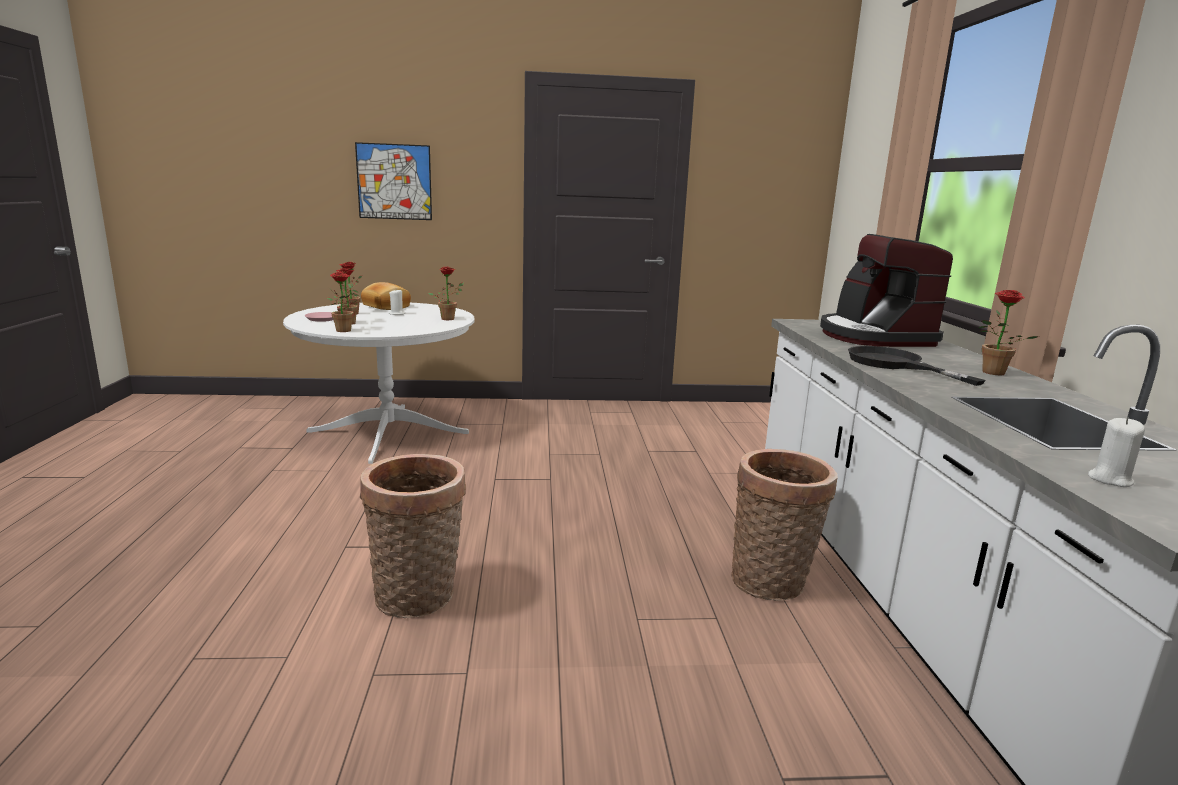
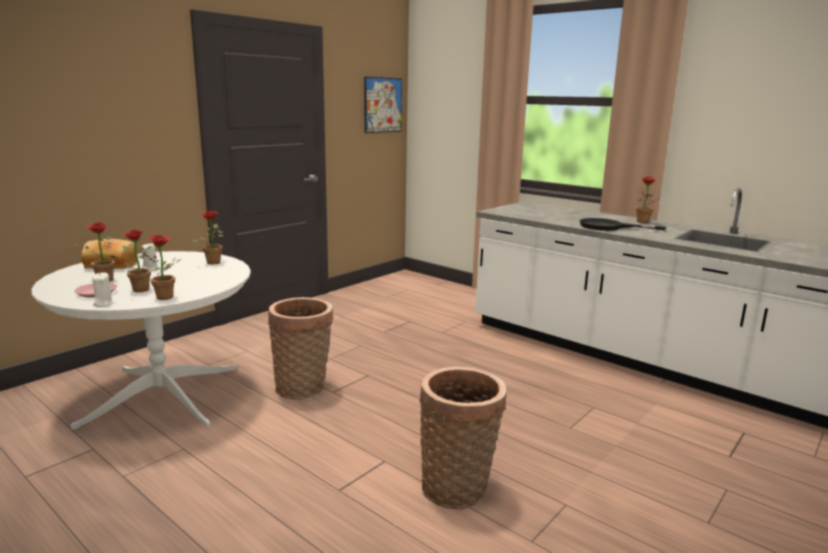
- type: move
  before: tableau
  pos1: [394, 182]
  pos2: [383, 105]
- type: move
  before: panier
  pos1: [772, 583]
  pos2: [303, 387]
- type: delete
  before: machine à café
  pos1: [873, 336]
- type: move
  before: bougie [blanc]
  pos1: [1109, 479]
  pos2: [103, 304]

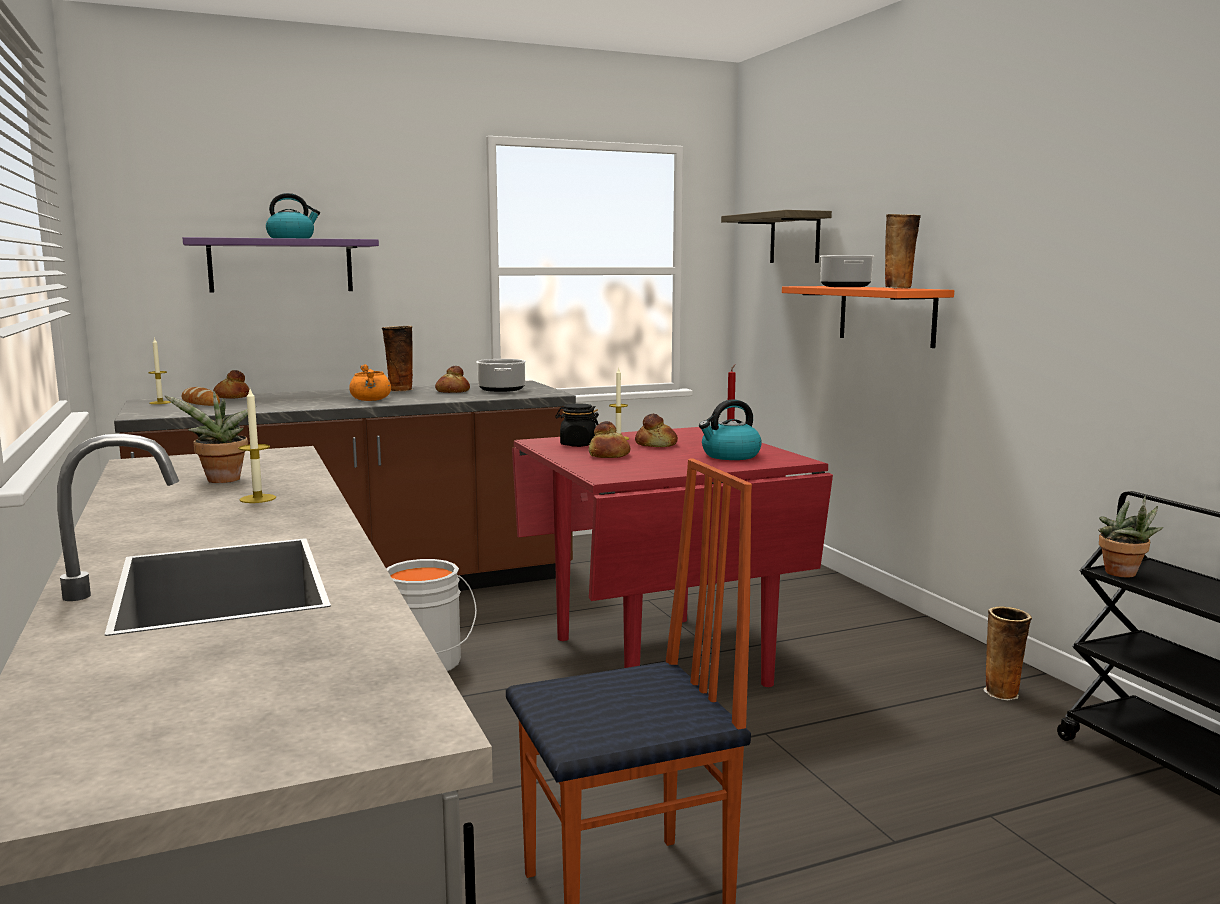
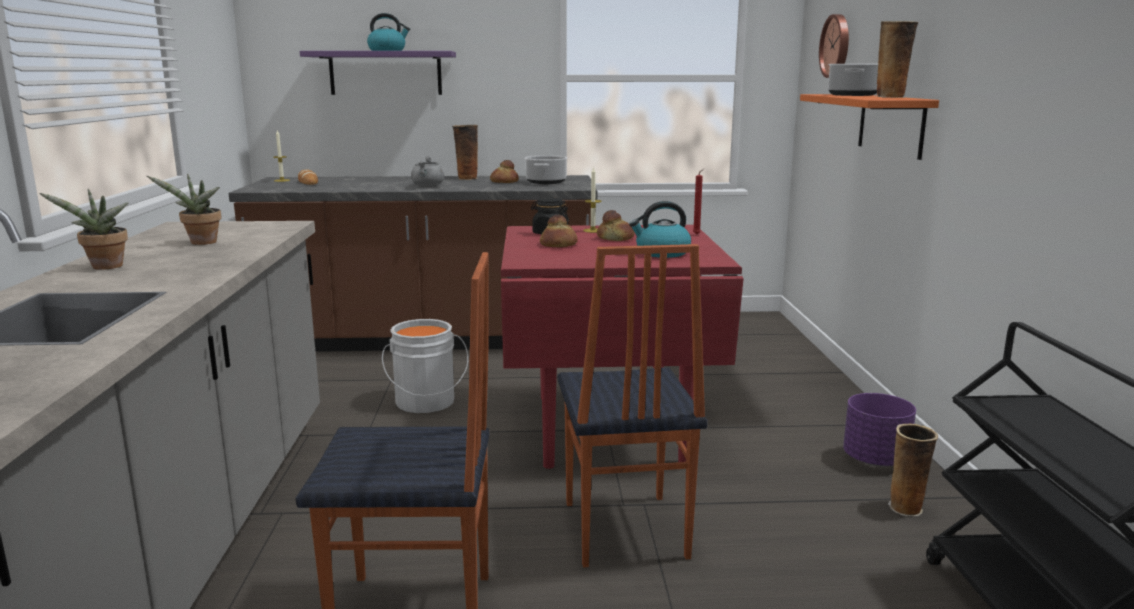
- type: delete
  before: pain
  pos1: [231, 397]
- type: delete
  before: bougie
  pos1: [258, 499]
- type: recolor
  before: marmite [orange]
  after: marmite [gris]
  pos1: [371, 400]
  pos2: [428, 186]
- type: replace
  before: étagère
  after: horloge murale
  pos1: [795, 238]
  pos2: [837, 46]
- type: move
  before: plante en pot
  pos1: [1124, 574]
  pos2: [104, 267]
- type: insert
  after: chaise
  pos2: [622, 530]
- type: insert
  after: cache-pot [violet]
  pos2: [874, 460]

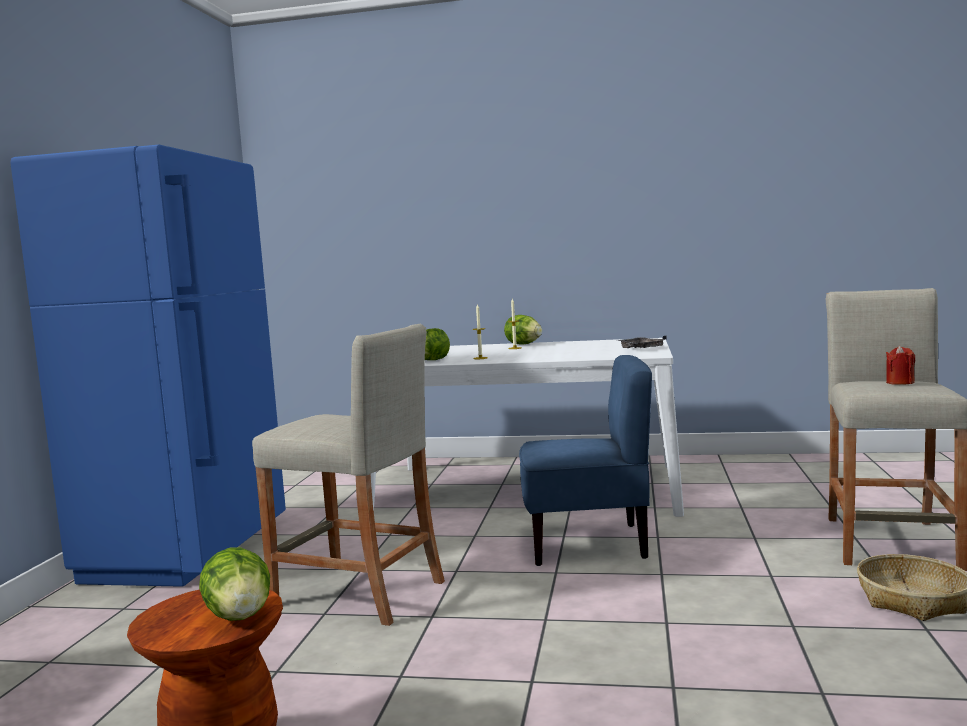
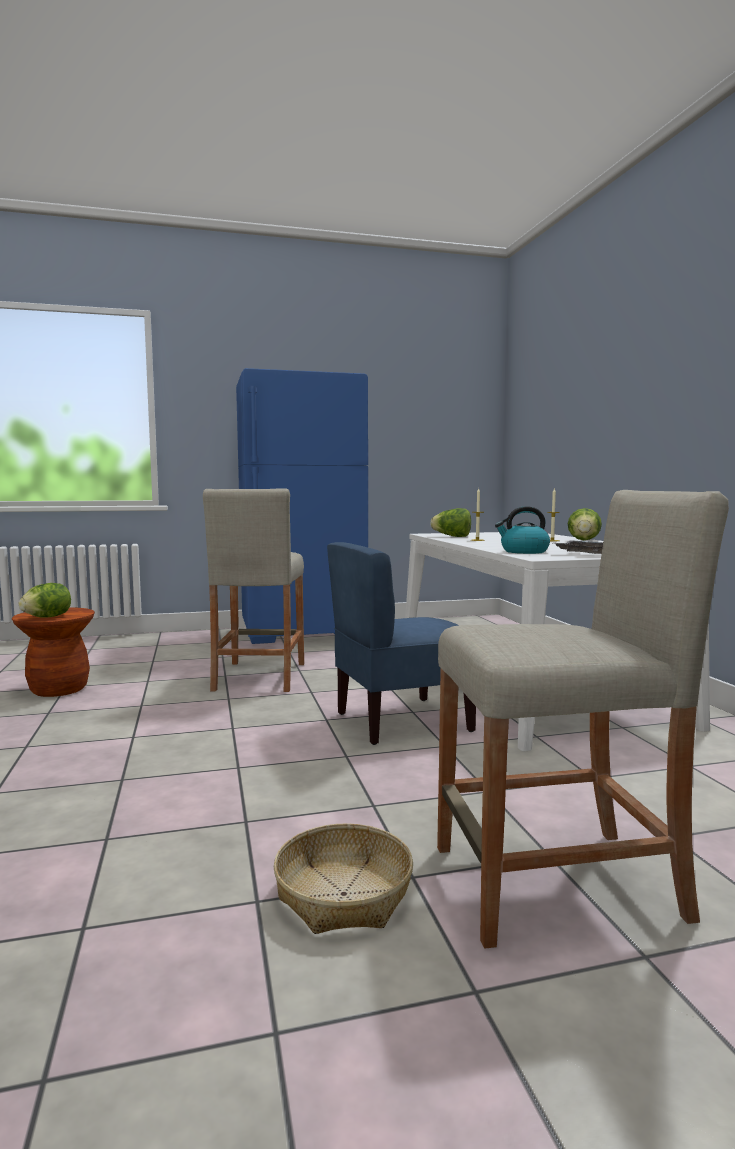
- type: rotate
  before: chaise [bleu]
  pos1: [587, 543]
  pos2: [402, 721]
  turn: 90
- type: delete
  before: bougie [rouge]
  pos1: [900, 382]
- type: insert
  after: bouilloire
  pos2: [523, 551]

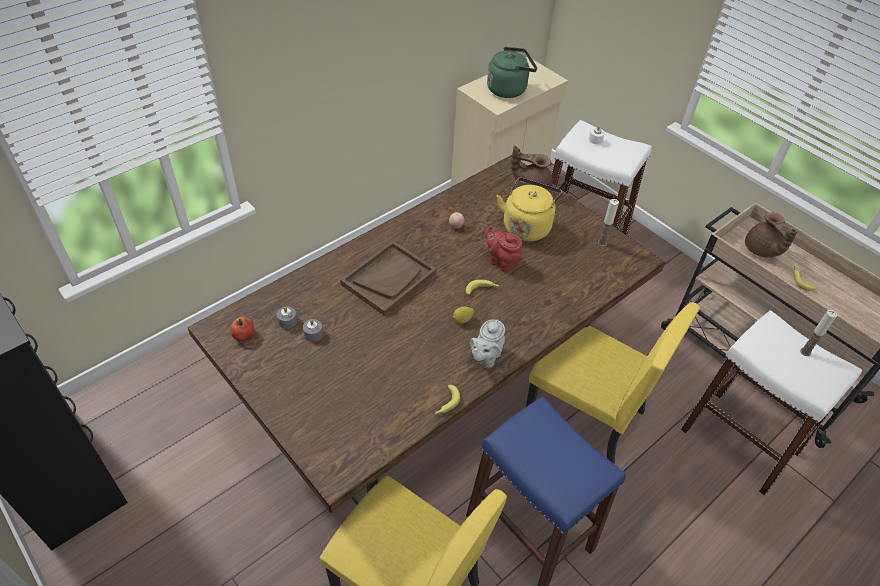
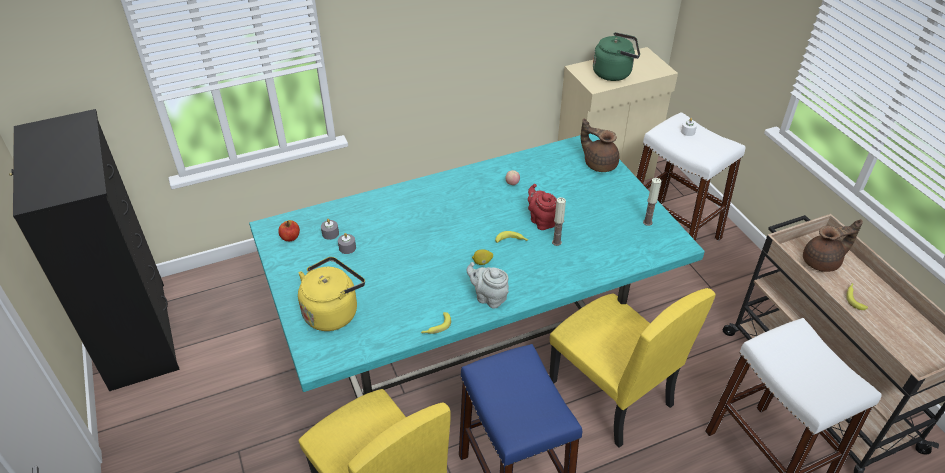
- type: recolor
  before: table à manger [marron]
  after: table à manger [turquoise]
  pos1: [434, 389]
  pos2: [473, 338]
- type: delete
  before: plateau [marron]
  pos1: [389, 279]
- type: rotate
  before: théière [gris]
  pos1: [485, 358]
  pos2: [489, 298]
  turn: 75
- type: move
  before: bouilloire [jaune]
  pos1: [527, 226]
  pos2: [333, 311]
- type: rotate
  before: théière [marron]
  pos1: [761, 250]
  pos2: [822, 262]
  turn: -105
- type: move
  before: bougie
  pos1: [805, 352]
  pos2: [556, 242]

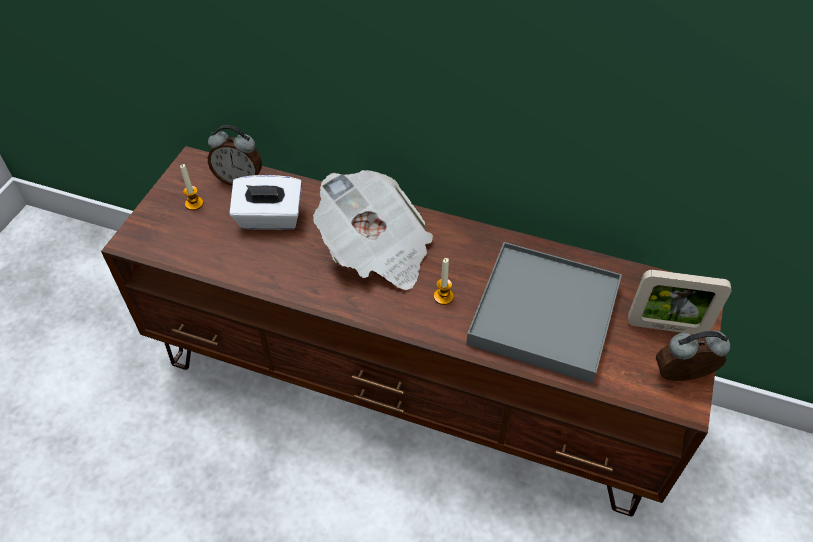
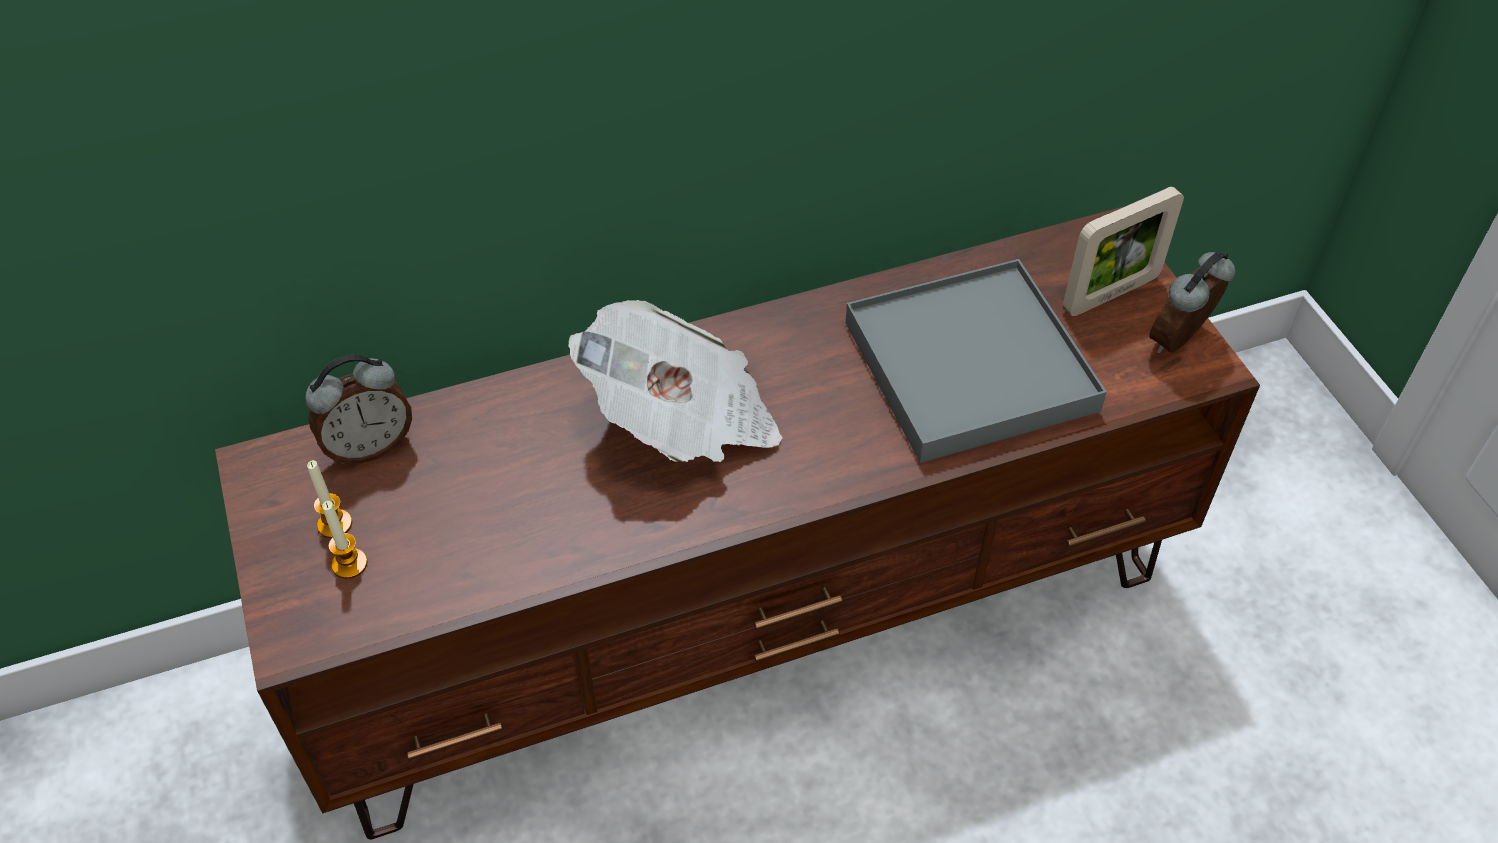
- type: delete
  before: boîte à mouchoirs [blanc]
  pos1: [270, 218]
- type: move
  before: bougie
  pos1: [443, 296]
  pos2: [349, 564]

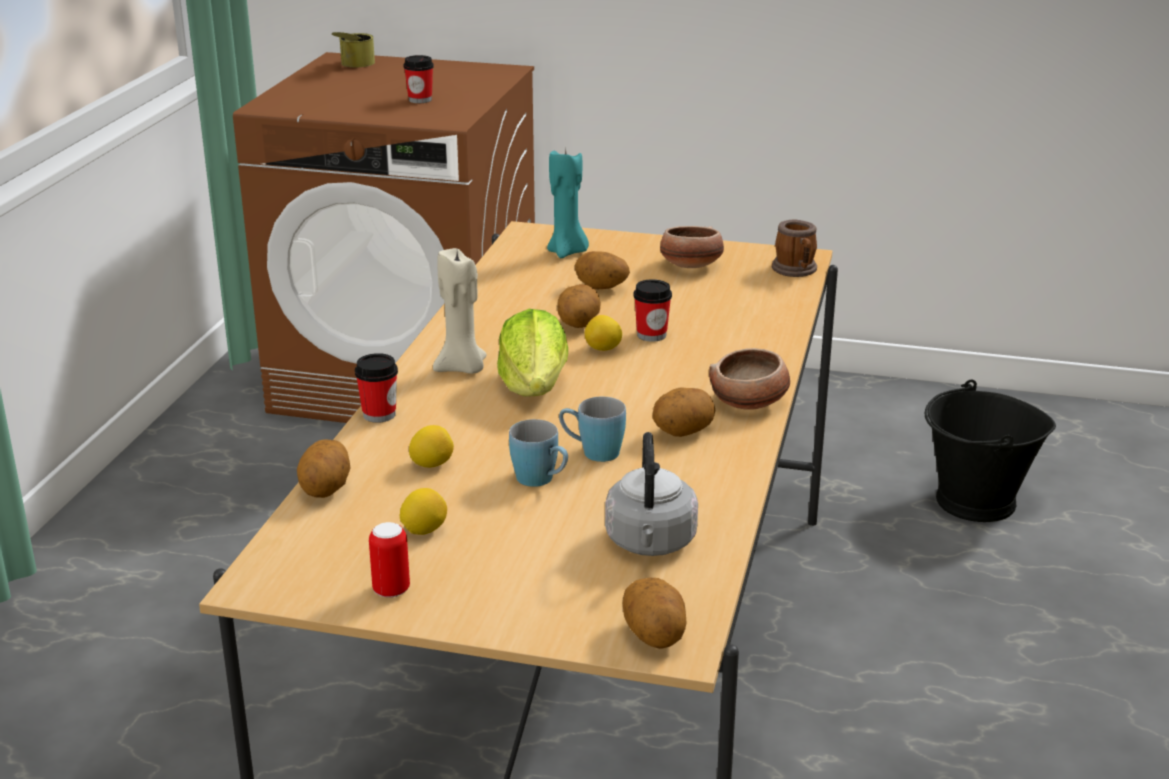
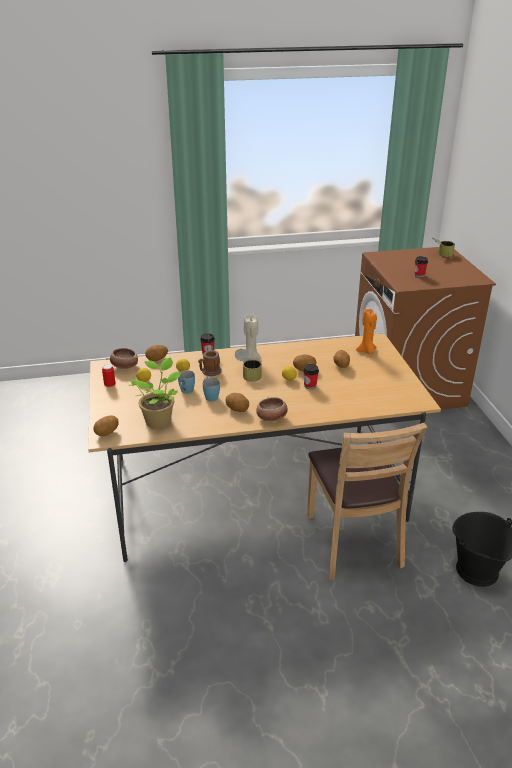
- type: replace
  before: laitue
  after: boîte métallique
  pos1: [534, 387]
  pos2: [248, 374]
- type: recolor
  before: bougie [turquoise]
  after: bougie [orange]
  pos1: [567, 252]
  pos2: [366, 351]
- type: replace
  before: bouilloire [gris]
  after: plante en pot
  pos1: [650, 544]
  pos2: [159, 420]
- type: move
  before: bol
  pos1: [690, 266]
  pos2: [124, 366]
- type: move
  before: mug
  pos1: [796, 270]
  pos2: [209, 372]
- type: insert
  after: chaise [marron]
  pos2: [352, 541]

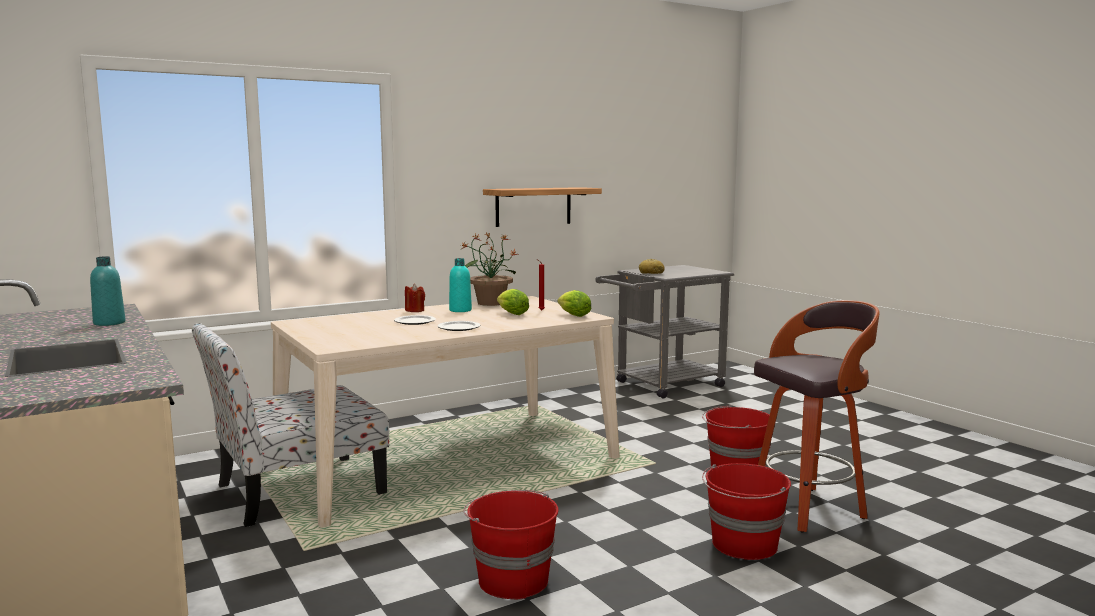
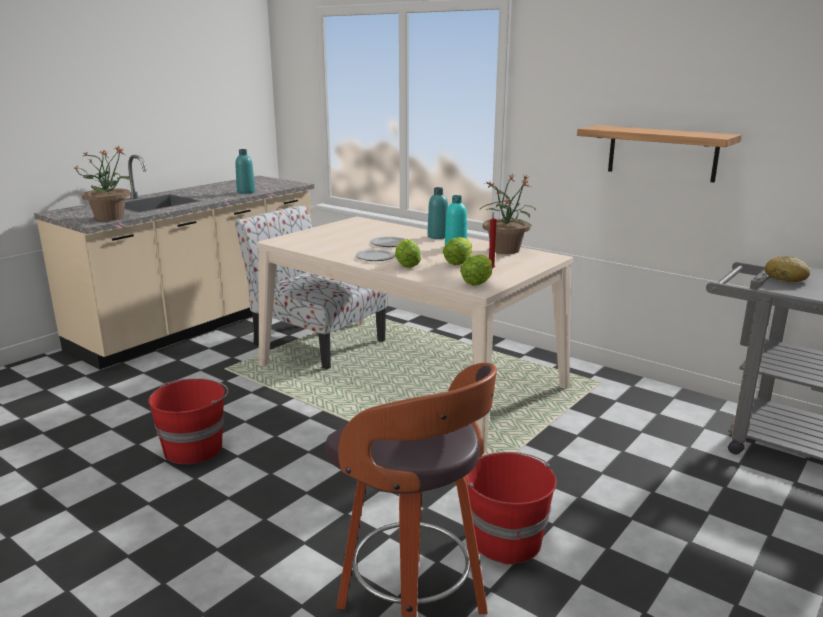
- type: replace
  before: bougie [rouge]
  after: bouteille [turquoise]
  pos1: [415, 310]
  pos2: [437, 236]
- type: delete
  before: seau [rouge]
  pos1: [744, 545]
- type: insert
  after: plante en pot
  pos2: [110, 217]
- type: insert
  after: laitue
  pos2: [406, 264]

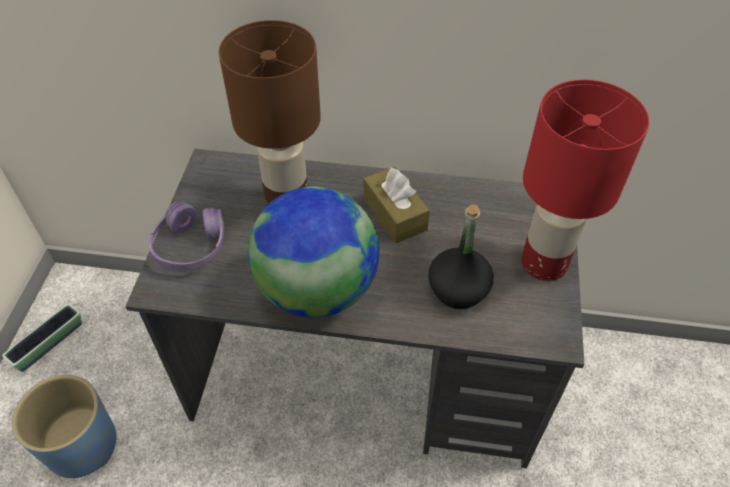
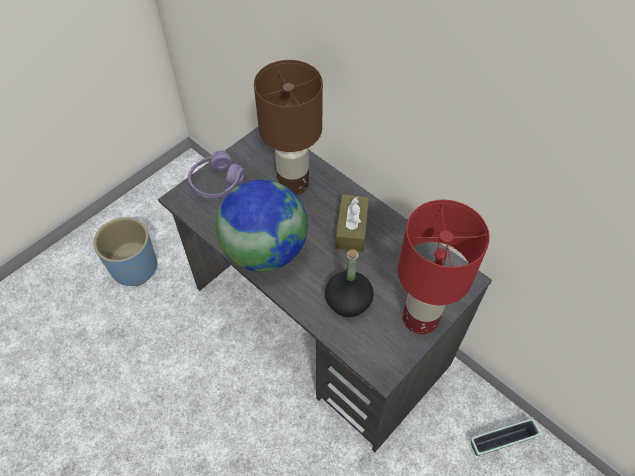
- type: move
  before: cache-pot
  pos1: [49, 344]
  pos2: [501, 441]

